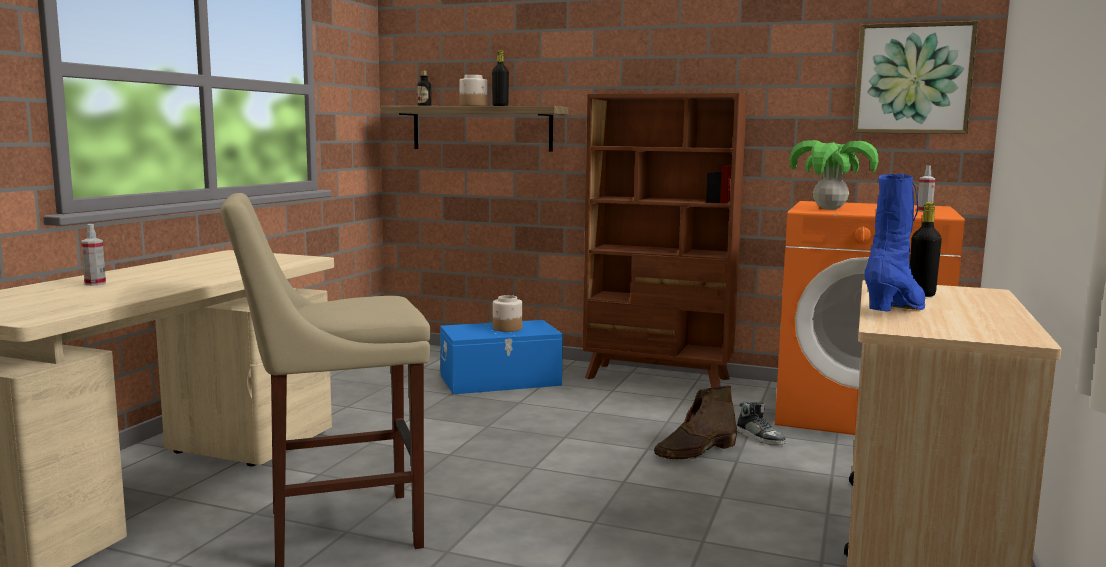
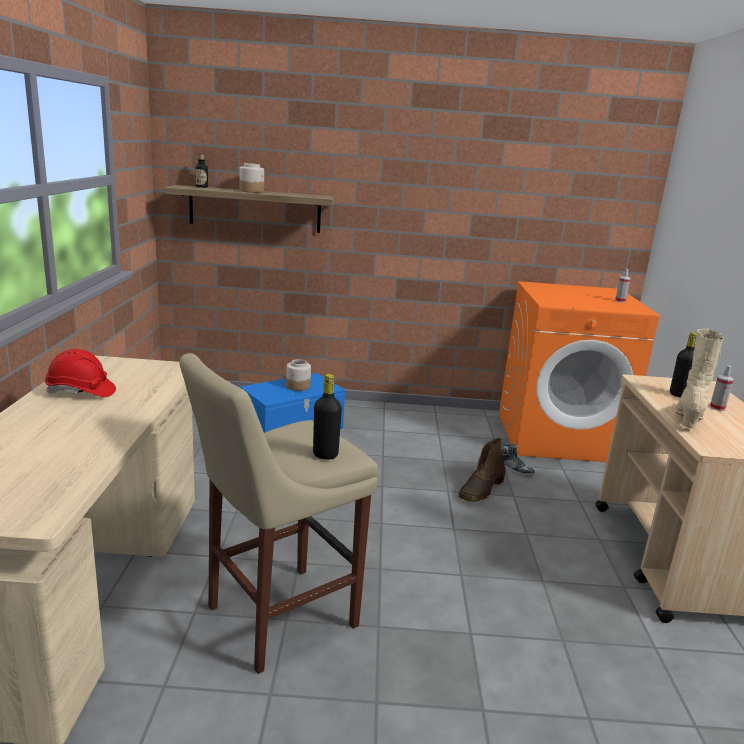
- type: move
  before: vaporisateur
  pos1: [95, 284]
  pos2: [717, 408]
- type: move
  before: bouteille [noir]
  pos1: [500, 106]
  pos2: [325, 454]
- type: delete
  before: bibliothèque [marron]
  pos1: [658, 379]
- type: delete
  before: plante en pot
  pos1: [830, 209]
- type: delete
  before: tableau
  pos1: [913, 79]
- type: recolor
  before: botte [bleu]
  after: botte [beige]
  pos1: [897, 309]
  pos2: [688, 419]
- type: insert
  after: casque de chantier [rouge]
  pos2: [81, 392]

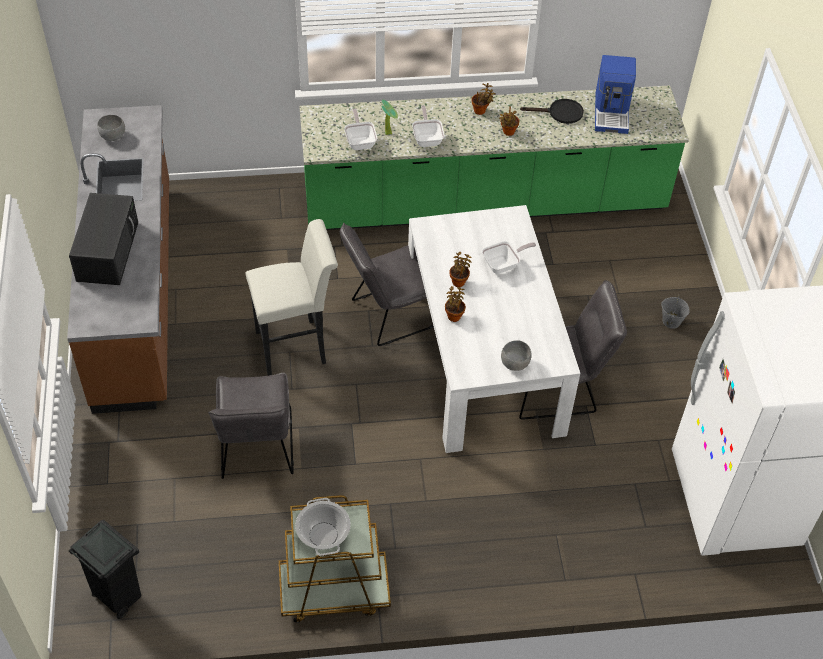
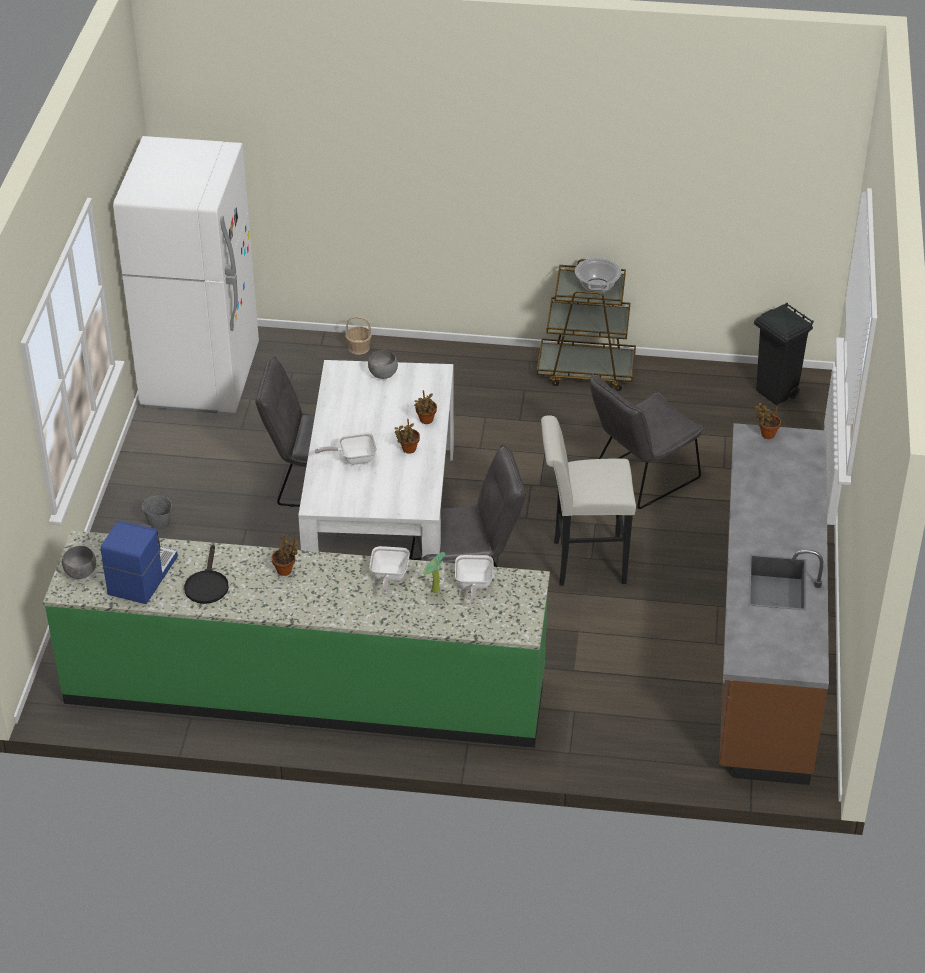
- type: delete
  before: micro-ondes [noir]
  pos1: [107, 250]
- type: move
  before: bol [gris]
  pos1: [112, 136]
  pos2: [81, 573]
- type: rotate
  before: chaise [gris]
  pos1: [256, 450]
  pos2: [640, 477]
  turn: -135
- type: move
  before: plante en pot
  pos1: [481, 111]
  pos2: [766, 434]
- type: rotate
  before: poêle [noir]
  pos1: [560, 113]
  pos2: [207, 584]
  turn: -105
- type: insert
  after: panier
  pos2: [358, 347]

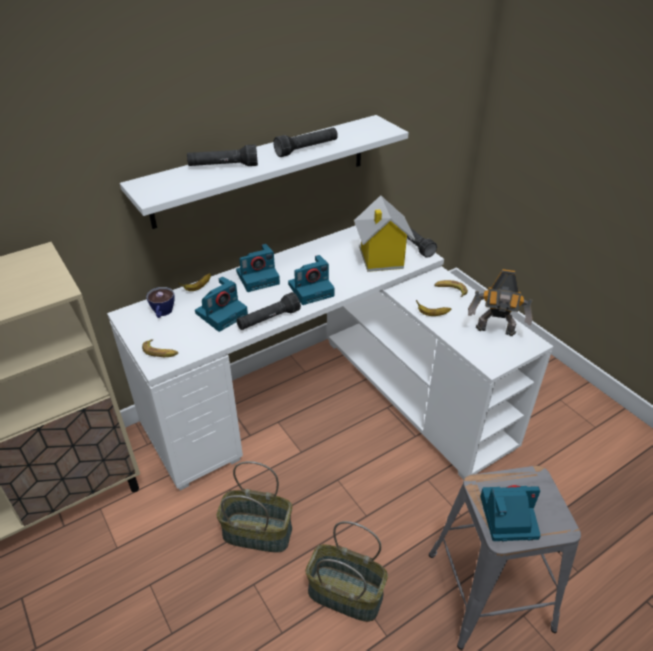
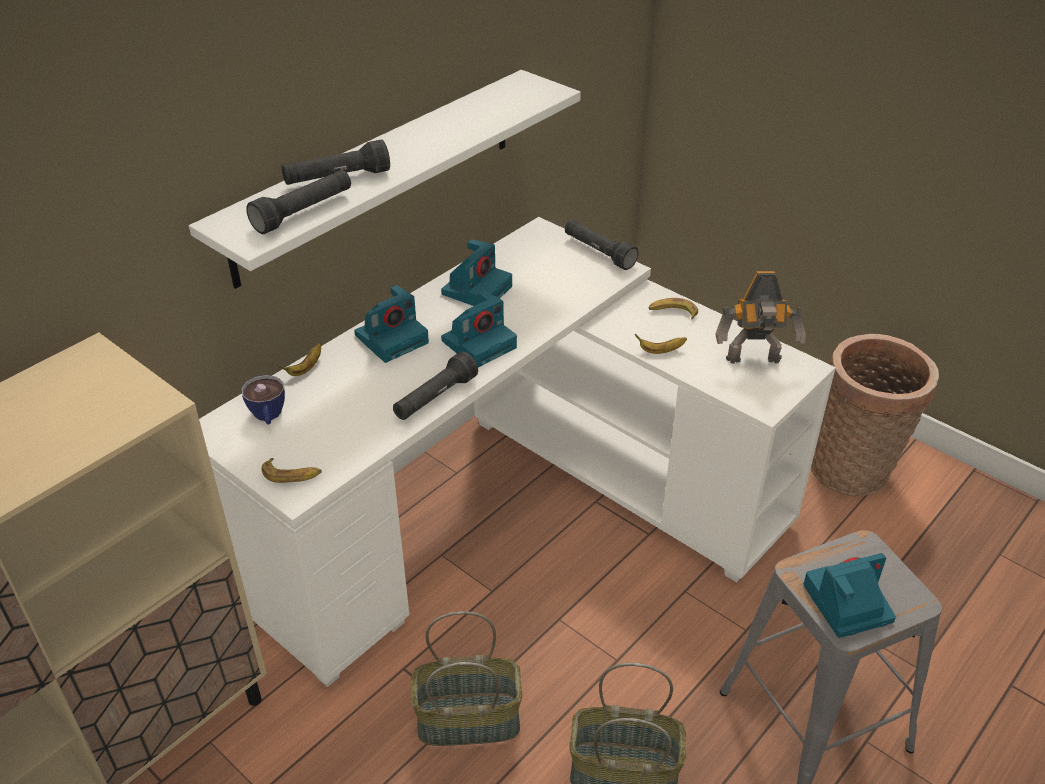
- type: move
  before: appareil photo
  pos1: [222, 313]
  pos2: [477, 289]
- type: move
  before: lampe de poche [noir]
  pos1: [307, 149]
  pos2: [304, 212]
- type: delete
  before: maison miniature
  pos1: [380, 259]
- type: insert
  after: panier
  pos2: [854, 470]

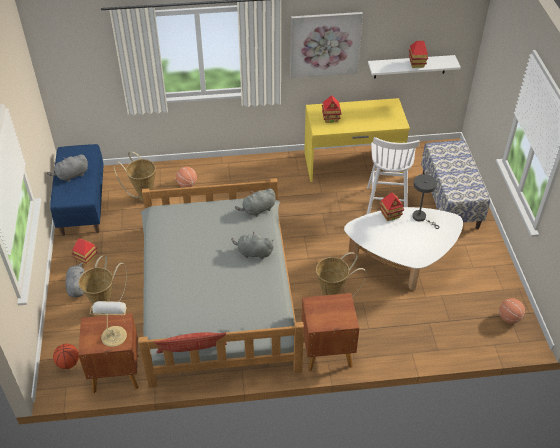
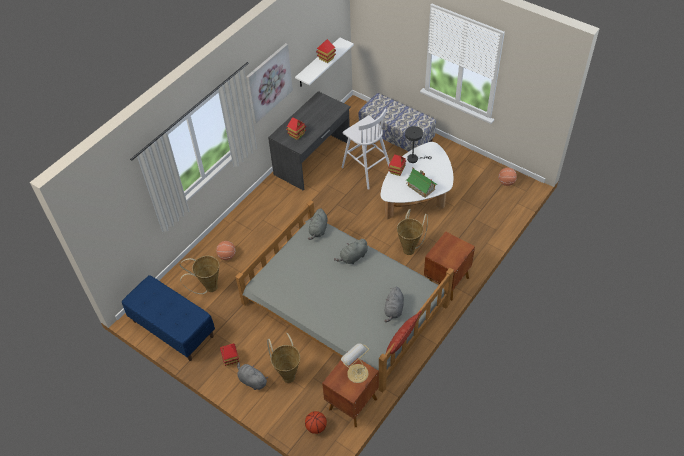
- type: move
  before: peluche [gris]
  pos1: [71, 175]
  pos2: [394, 310]
- type: recolor
  before: bureau [jaune]
  after: bureau [gris]
  pos1: [352, 164]
  pos2: [313, 159]
- type: insert
  after: maison miniature
  pos2: [421, 187]

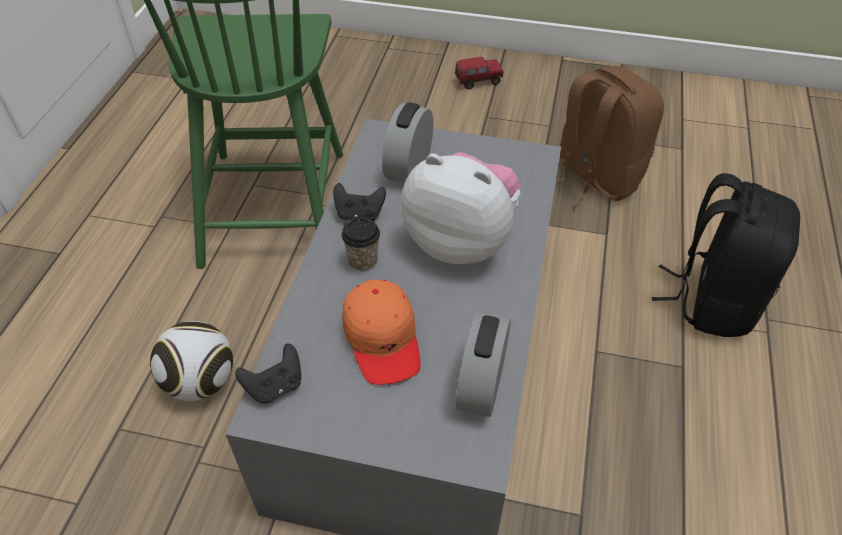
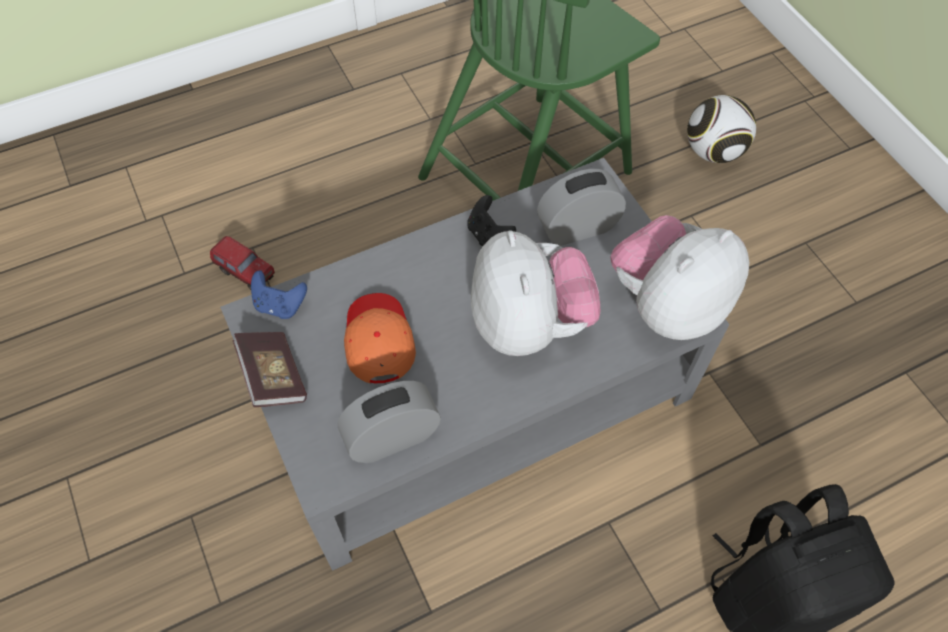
- type: move
  before: ballon de foot
  pos1: [200, 382]
  pos2: [712, 152]
- type: recolor
  before: manette [noir]
  after: manette [bleu]
  pos1: [275, 386]
  pos2: [280, 305]
- type: delete
  before: tasse
  pos1: [363, 261]
- type: rotate
  before: casquette [orange]
  pos1: [383, 339]
  pos2: [378, 341]
  turn: 135
- type: move
  before: camion jouet
  pos1: [478, 82]
  pos2: [246, 274]
- type: delete
  before: sac à dos [marron]
  pos1: [594, 177]
- type: insert
  after: livre
  pos2: [273, 376]
- type: insert
  after: peluche
  pos2: [667, 305]

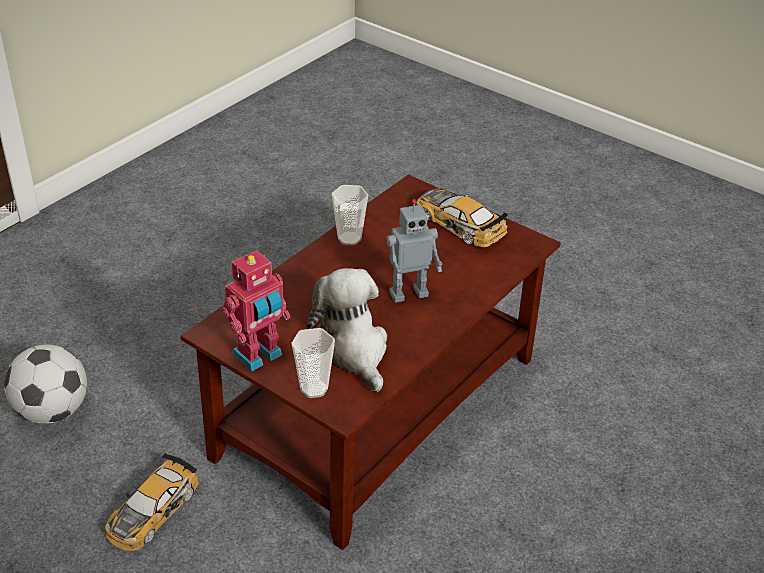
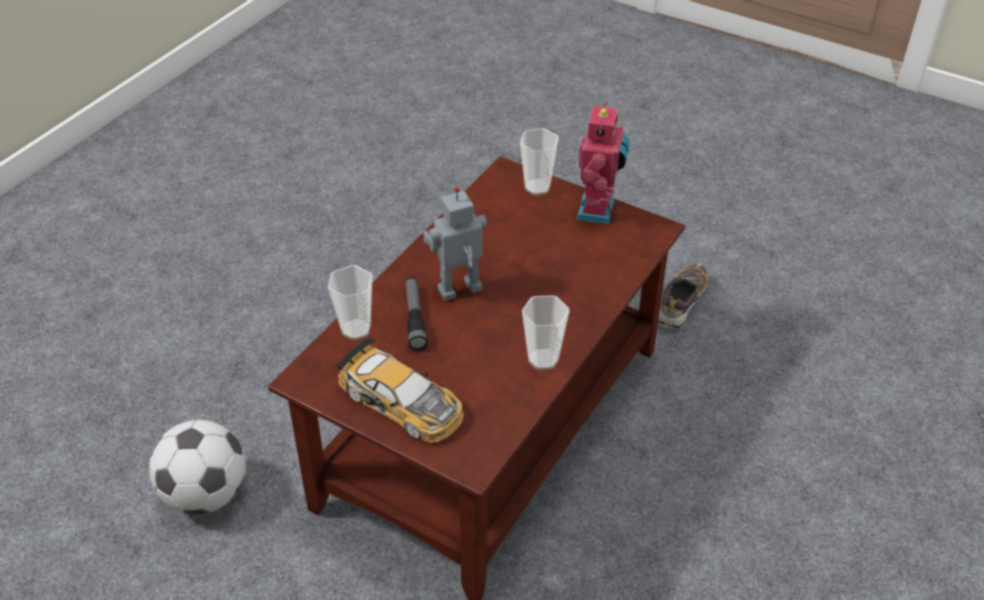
- type: move
  before: ballon de foot
  pos1: [52, 411]
  pos2: [206, 494]
- type: replace
  before: petite voiture
  after: chaussure
  pos1: [152, 511]
  pos2: [681, 303]
- type: rotate
  before: robot jouet
  pos1: [259, 356]
  pos2: [598, 211]
  turn: 150
- type: delete
  before: peluche
  pos1: [353, 350]
- type: insert
  after: tasse
  pos2: [356, 329]
- type: insert
  after: lampe de poche
  pos2: [415, 318]

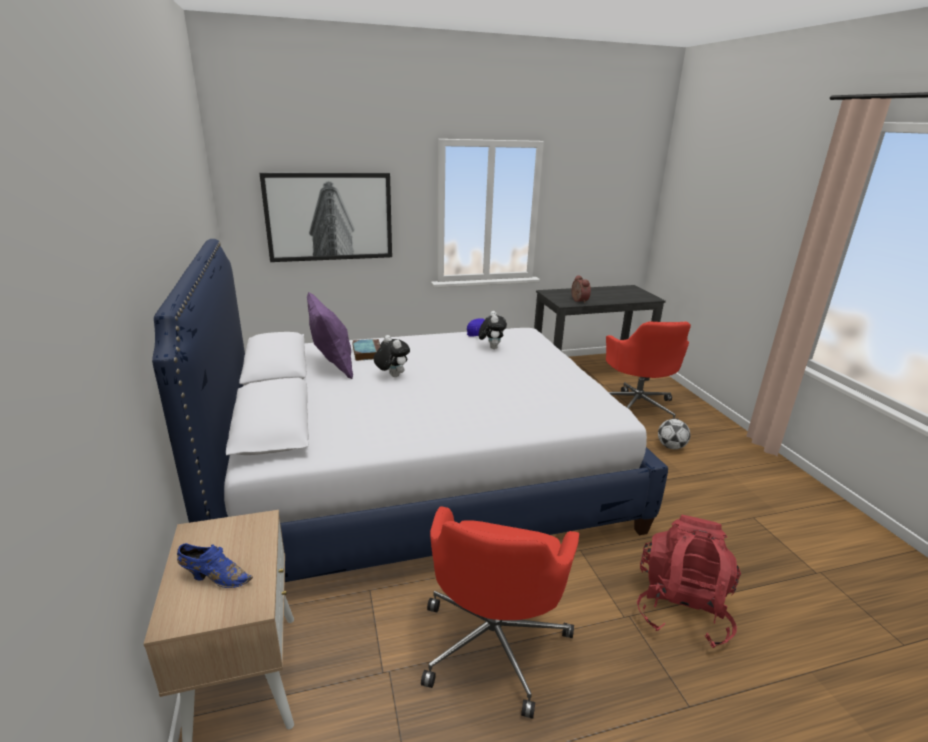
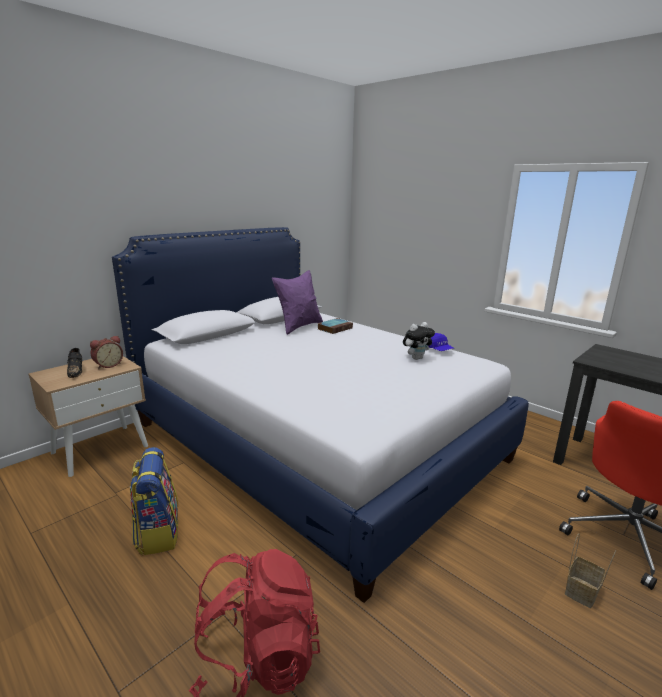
- type: recolor
  before: chaussure [bleu]
  after: chaussure [noir]
  pos1: [215, 577]
  pos2: [76, 371]
- type: delete
  before: tableau
  pos1: [329, 217]
- type: delete
  before: peluche
  pos1: [391, 376]
- type: replace
  before: chaise de bureau [rouge]
  after: sac à dos
  pos1: [494, 641]
  pos2: [157, 532]
- type: move
  before: réveil
  pos1: [578, 301]
  pos2: [108, 365]
- type: replace
  before: ballon de foot
  after: panier
  pos1: [671, 447]
  pos2: [582, 592]

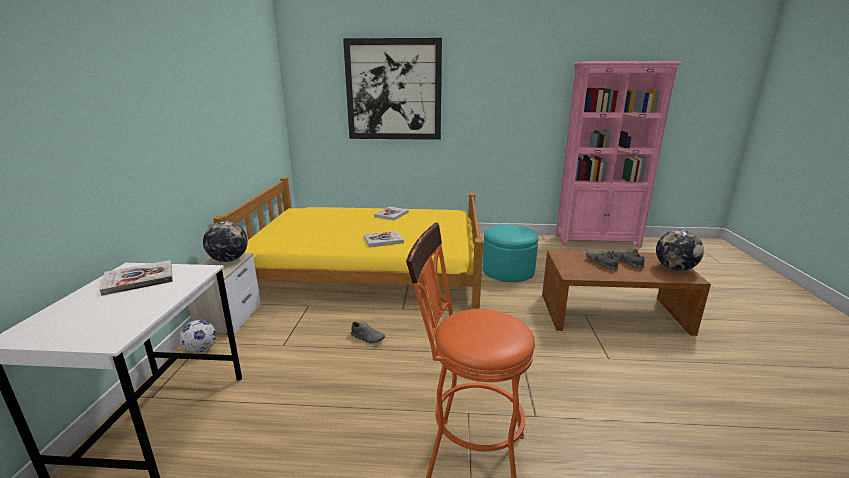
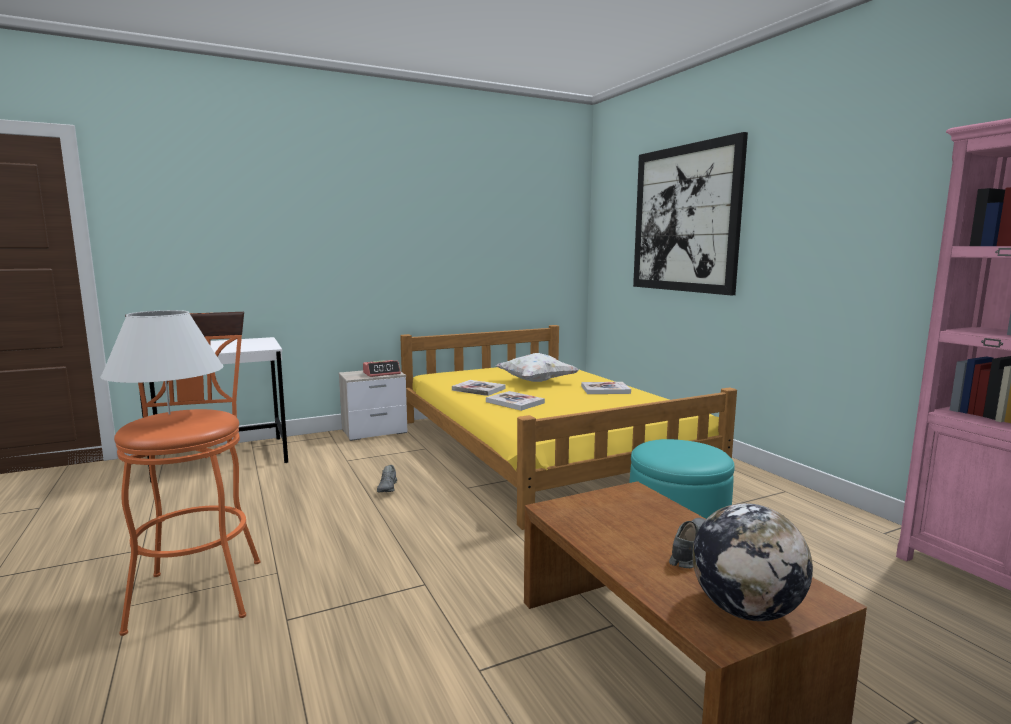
- type: move
  before: livre
  pos1: [139, 279]
  pos2: [478, 389]
- type: delete
  before: ballon de foot
  pos1: [200, 350]
- type: replace
  before: globe
  after: réveil
  pos1: [228, 260]
  pos2: [382, 373]
- type: delete
  before: chaussure [gris]
  pos1: [601, 264]
- type: insert
  after: lampe de table [blanc]
  pos2: [169, 414]
- type: insert
  after: coussin [blanc]
  pos2: [536, 381]

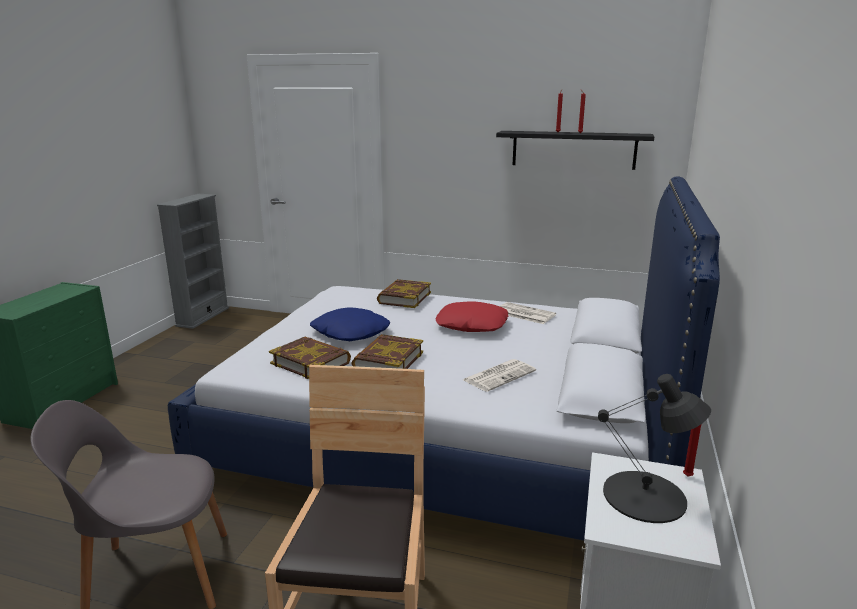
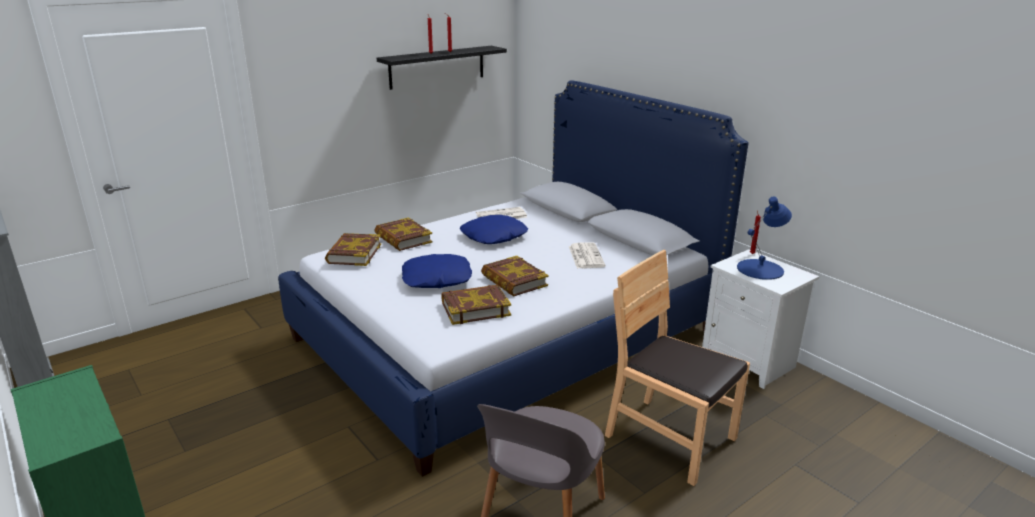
- type: recolor
  before: coussin [rouge]
  after: coussin [bleu]
  pos1: [471, 325]
  pos2: [494, 236]
- type: recolor
  before: lampe de table [noir]
  after: lampe de table [bleu]
  pos1: [645, 497]
  pos2: [761, 269]
- type: insert
  after: livre
  pos2: [354, 254]

